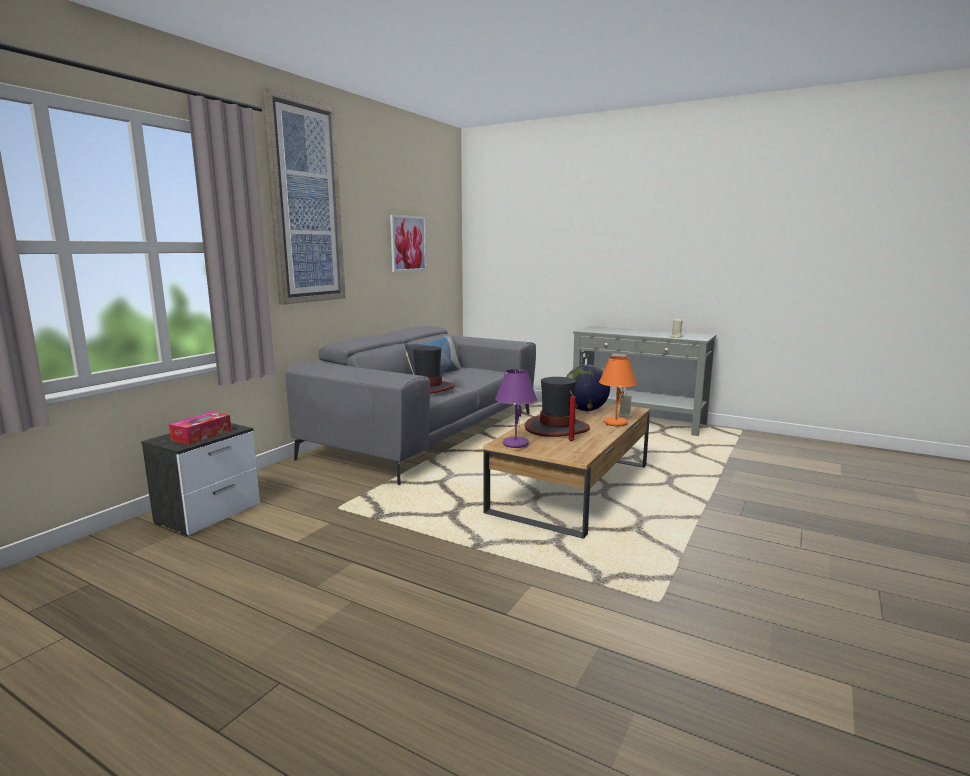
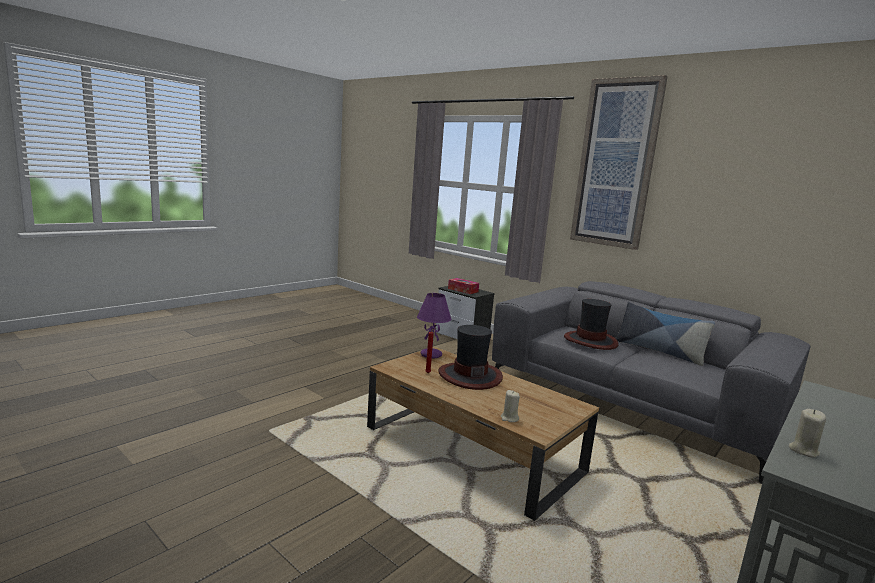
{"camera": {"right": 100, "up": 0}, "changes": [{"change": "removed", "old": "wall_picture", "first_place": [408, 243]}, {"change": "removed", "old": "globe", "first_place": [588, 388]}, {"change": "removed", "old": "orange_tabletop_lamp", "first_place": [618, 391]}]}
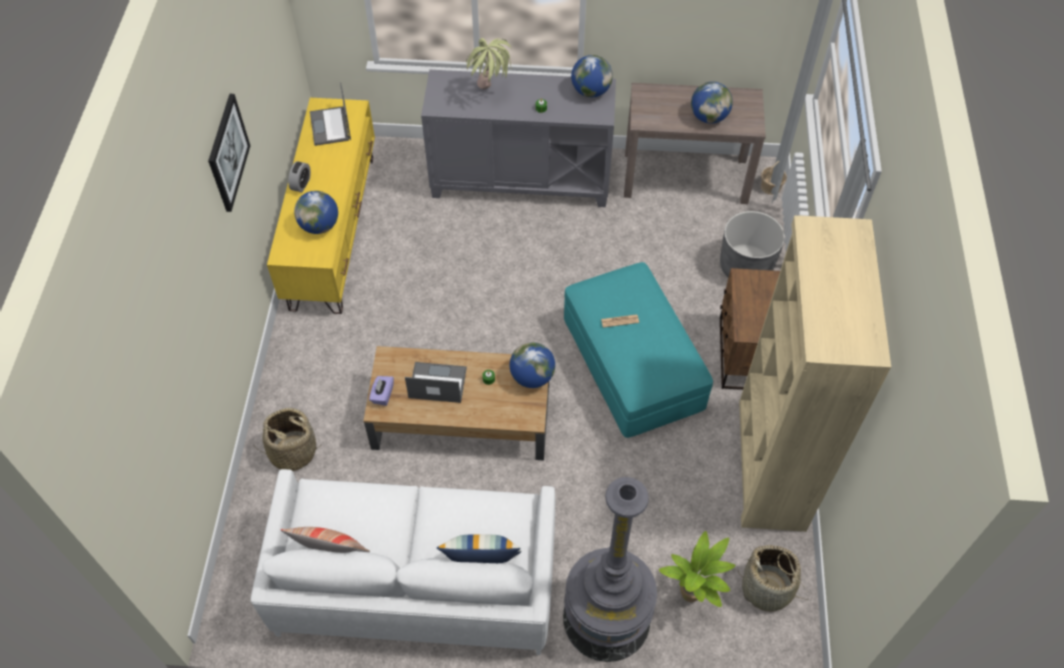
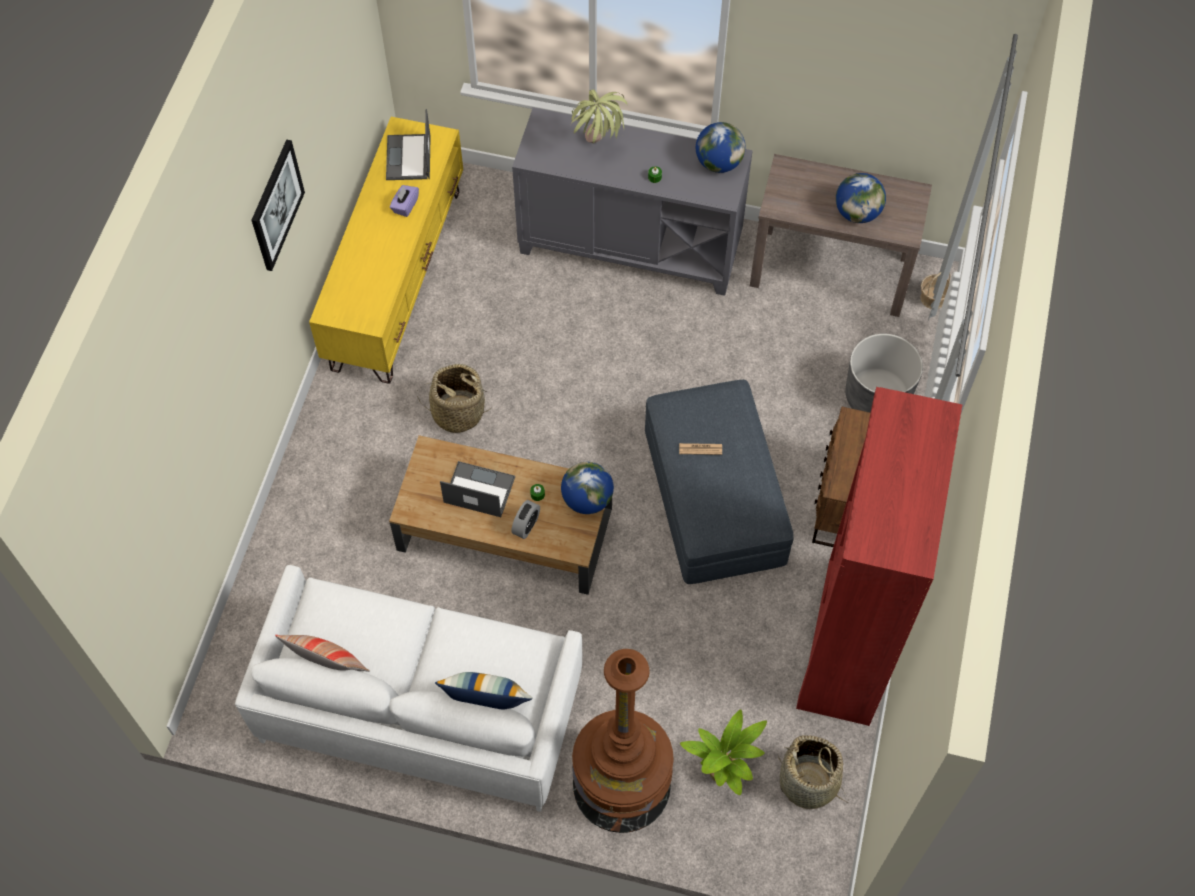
{"camera": {"right": 10, "up": 5}, "changes": [{"change": "moved", "old": "purple-coloured_tissue_holder", "first_place": [381, 391], "second_place": [404, 201]}, {"change": "moved", "old": "storage_basket", "first_place": [287, 439], "second_place": [453, 398]}, {"change": "moved", "old": "alarm_clock", "first_place": [299, 176], "second_place": [525, 519]}, {"change": "recoloured", "old": "gray_floor_lamp", "new": "brownish_floor_lamp", "first_place": [610, 569], "second_place": [623, 741]}, {"change": "recoloured", "old": "turquoise_ottoman", "new": "gray_ottoman", "first_place": [638, 350], "second_place": [719, 482]}, {"change": "recoloured", "old": "beige_shelving_unit", "new": "red-coloured_shelving_unit", "first_place": [815, 373], "second_place": [879, 556]}, {"change": "removed", "old": "globe", "first_place": [316, 212]}]}
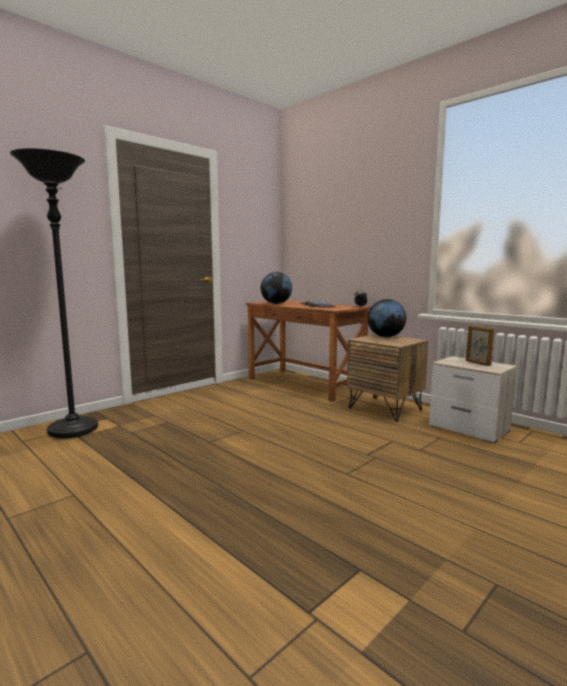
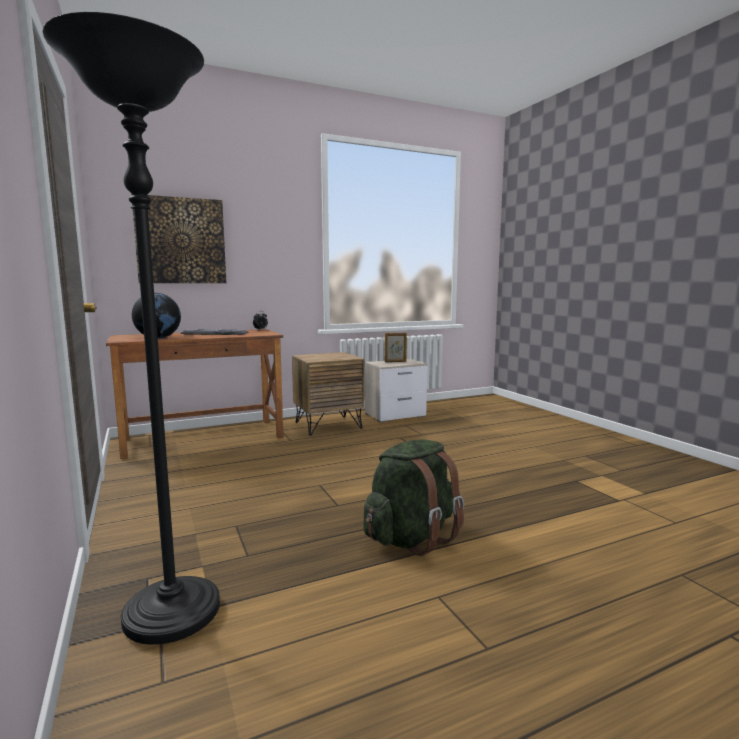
{"camera": {"right": -70, "up": 0}, "changes": [{"change": "added", "new": "wall_picture", "second_place": [178, 238]}, {"change": "added", "new": "greenish_rucksack", "second_place": [413, 498]}, {"change": "removed", "old": "globe", "first_place": [386, 318]}]}
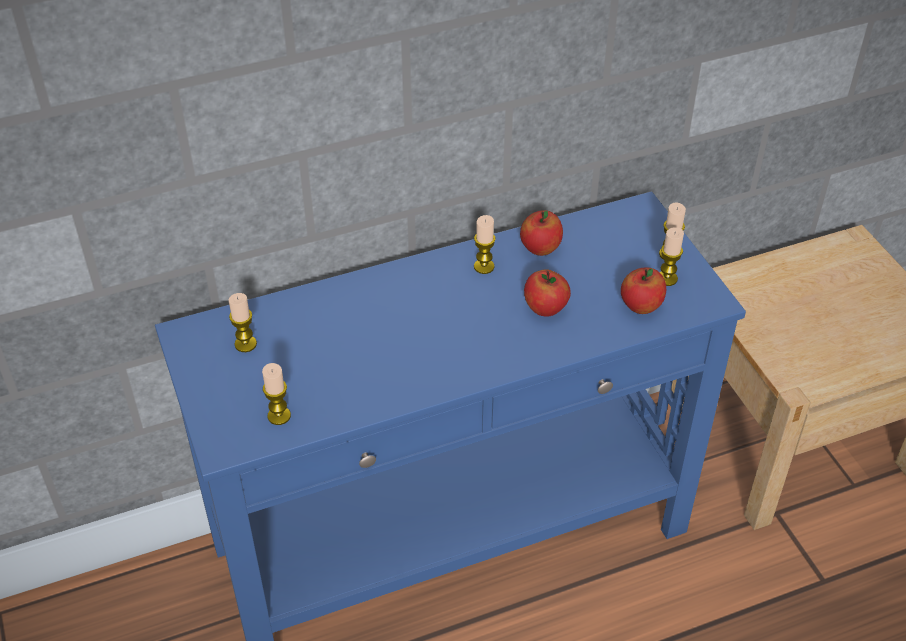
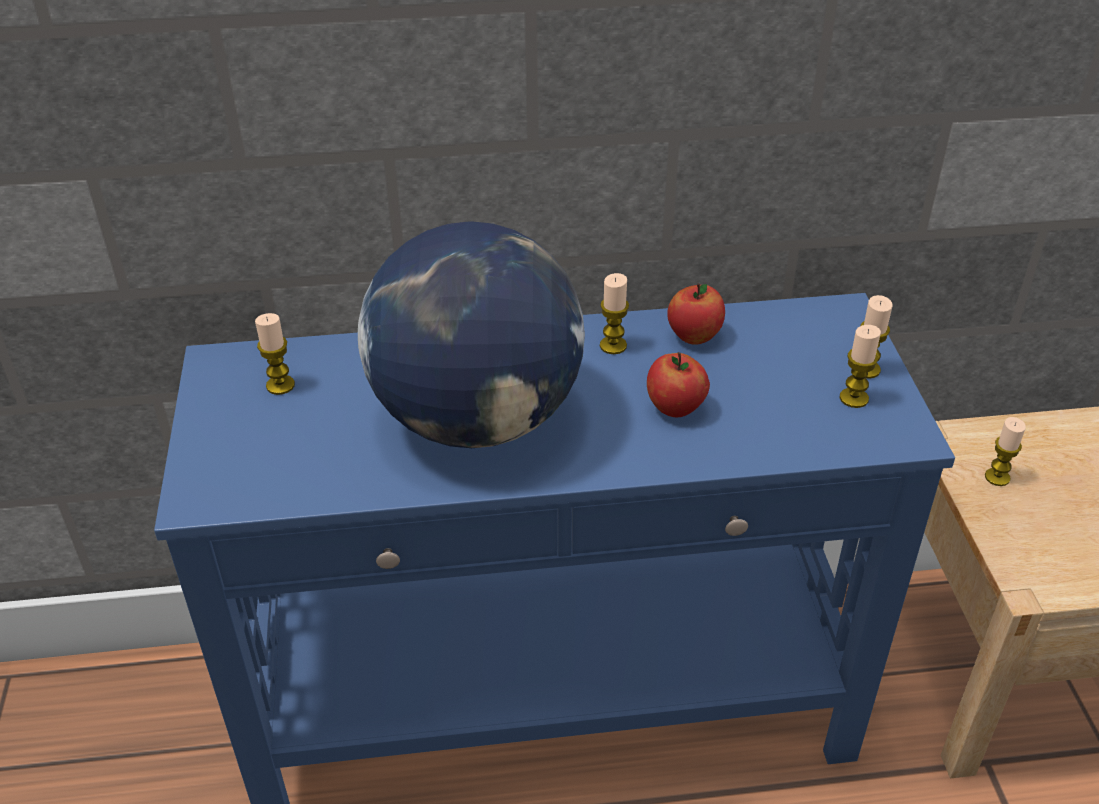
{"camera": {"right": 15, "up": -5}, "changes": [{"change": "added", "new": "globe", "second_place": [471, 334]}, {"change": "moved", "old": "candle", "first_place": [276, 394], "second_place": [1005, 451]}, {"change": "removed", "old": "apple", "first_place": [643, 290]}]}
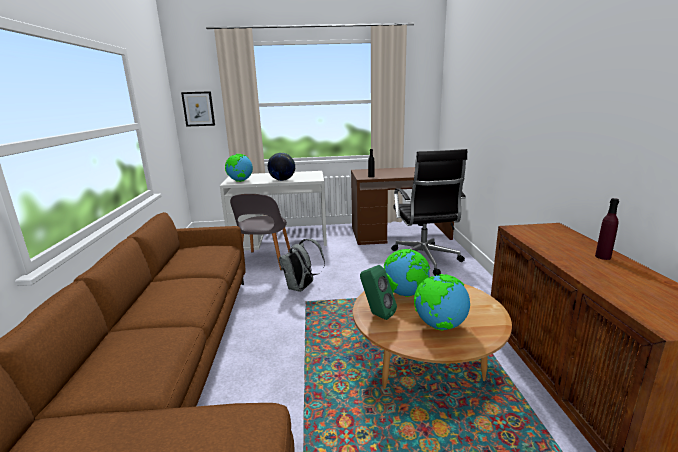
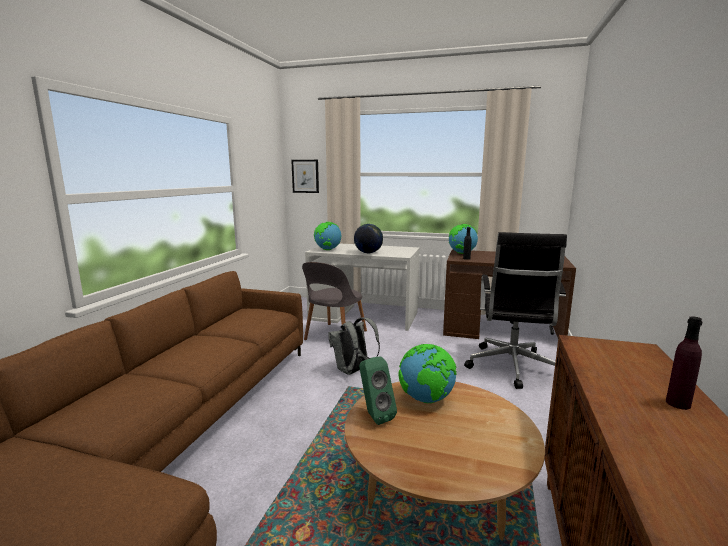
{"camera": {"right": 20, "up": -5}, "changes": [{"change": "moved", "old": "globe", "first_place": [442, 302], "second_place": [463, 239]}]}
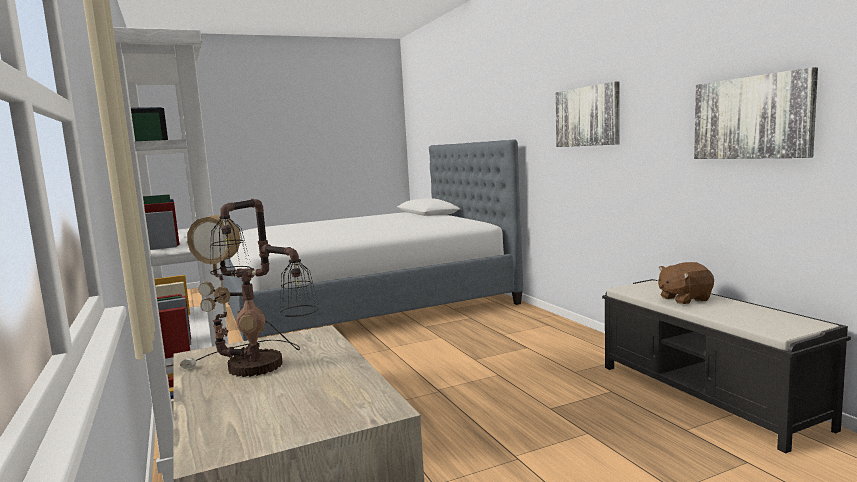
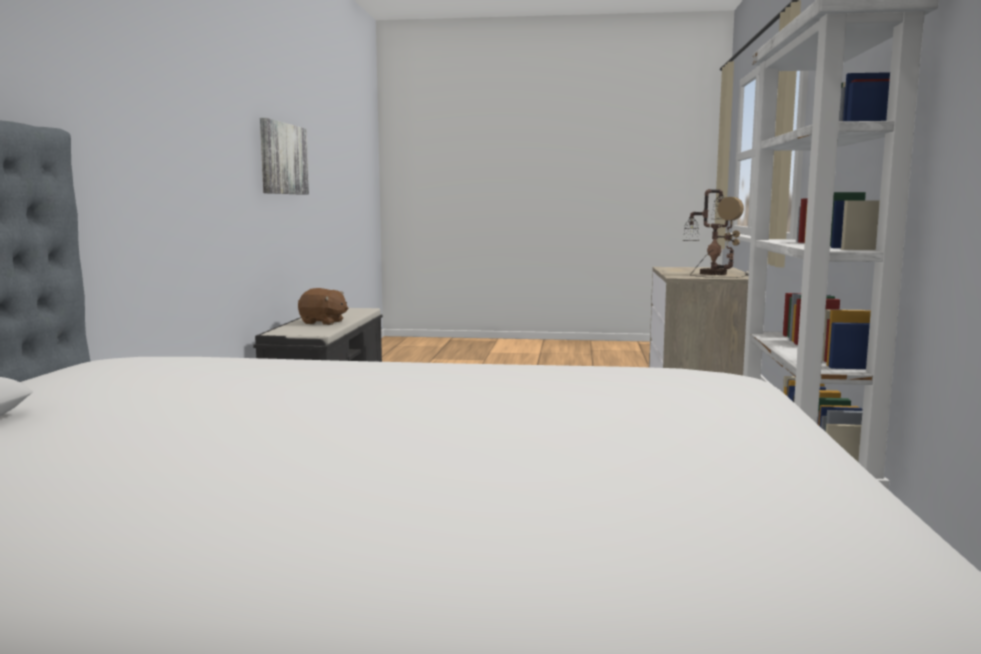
{"camera": {"right": -150, "up": 0}, "changes": [{"change": "removed", "old": "wall_picture", "first_place": [587, 114]}]}
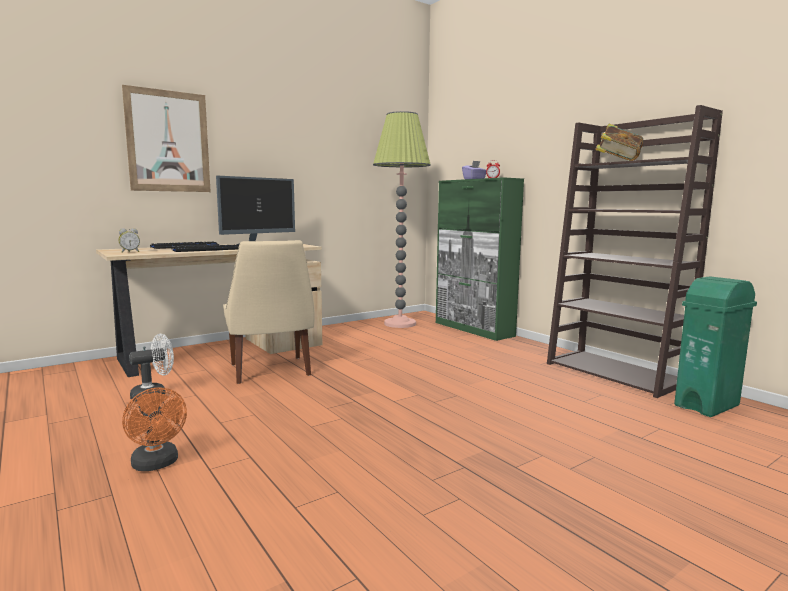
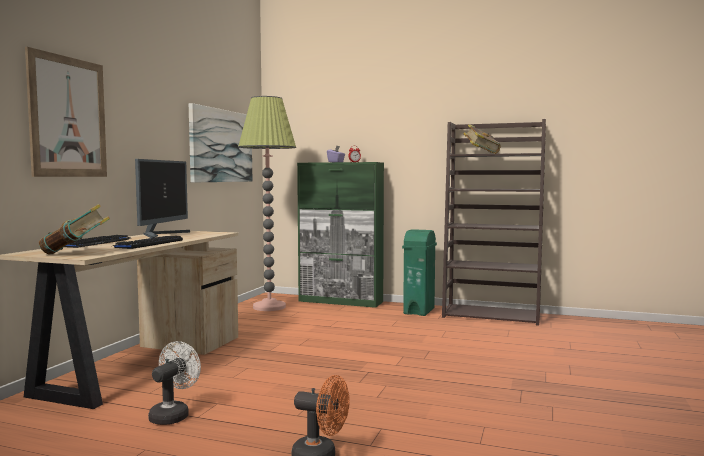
{"camera": {"right": -35, "up": -5}, "changes": [{"change": "replaced", "old": "alarm_clock", "new": "volume", "first_place": [129, 240], "second_place": [74, 229]}, {"change": "added", "new": "wall_picture", "second_place": [220, 143]}, {"change": "moved", "old": "greenish_waste_bin", "first_place": [715, 347], "second_place": [419, 272]}, {"change": "removed", "old": "beige_upright_chair", "first_place": [269, 312]}]}
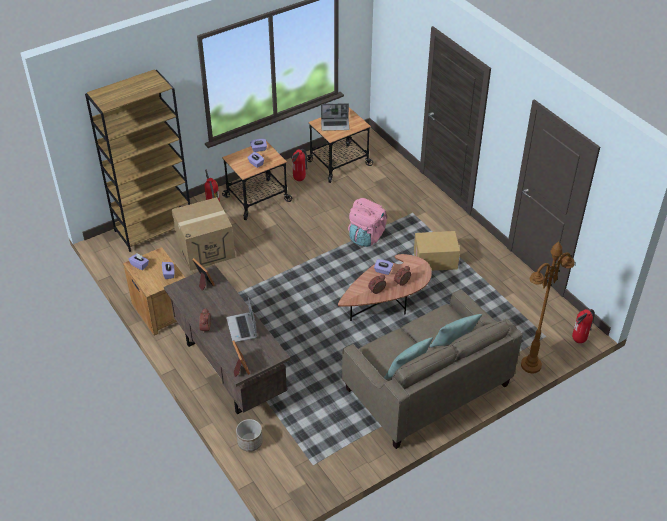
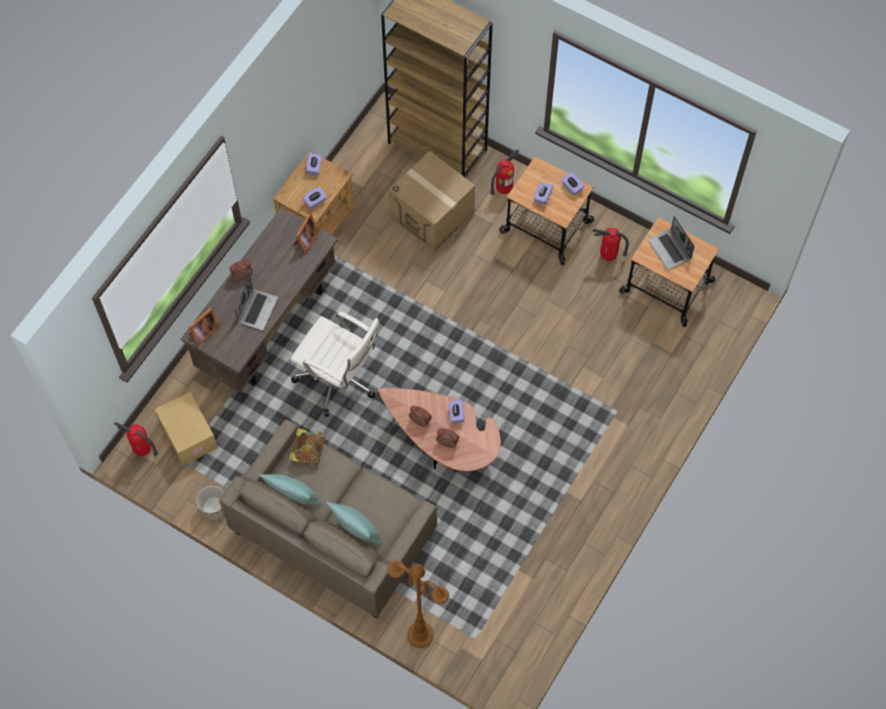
{"camera": {"right": 65, "up": 20}, "changes": [{"change": "moved", "old": "extinguisher", "first_place": [583, 326], "second_place": [136, 439]}, {"change": "moved", "old": "carton", "first_place": [437, 251], "second_place": [186, 429]}, {"change": "moved", "old": "plant_pot", "first_place": [249, 435], "second_place": [210, 503]}, {"change": "turned", "old": "portable_computer", "first_place": [241, 319], "second_place": [256, 304], "degrees": 150}, {"change": "added", "new": "volume", "second_place": [307, 447]}, {"change": "added", "new": "whitish_computer_chair", "second_place": [335, 364]}, {"change": "removed", "old": "pink_rucksack", "first_place": [367, 222]}]}
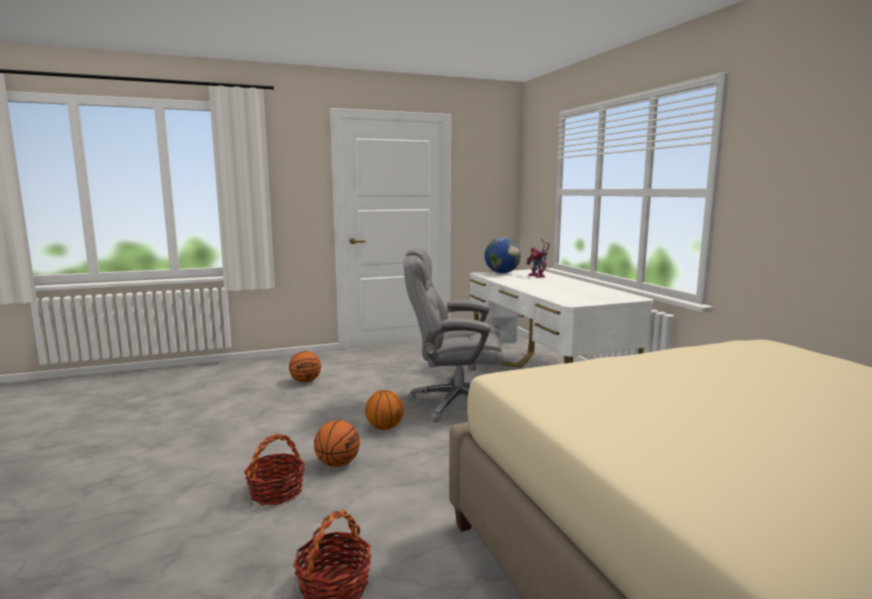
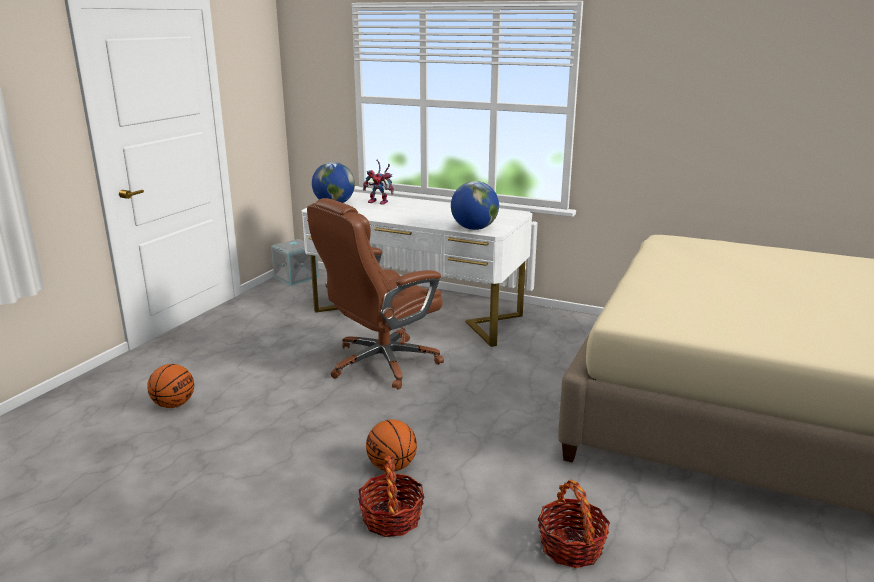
{"camera": {"right": -45, "up": 10}, "changes": [{"change": "recoloured", "old": "gray_computer_chair", "new": "brownish_computer_chair", "first_place": [453, 335], "second_place": [375, 294]}, {"change": "added", "new": "globe", "second_place": [475, 205]}, {"change": "removed", "old": "basketball_ball", "first_place": [384, 410]}]}
